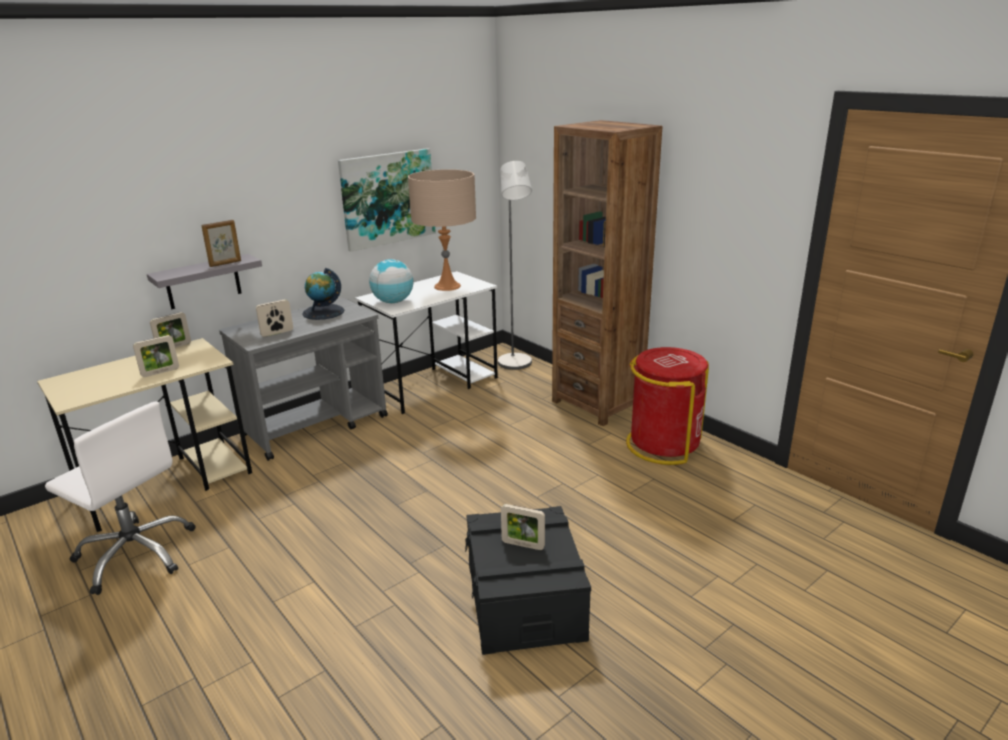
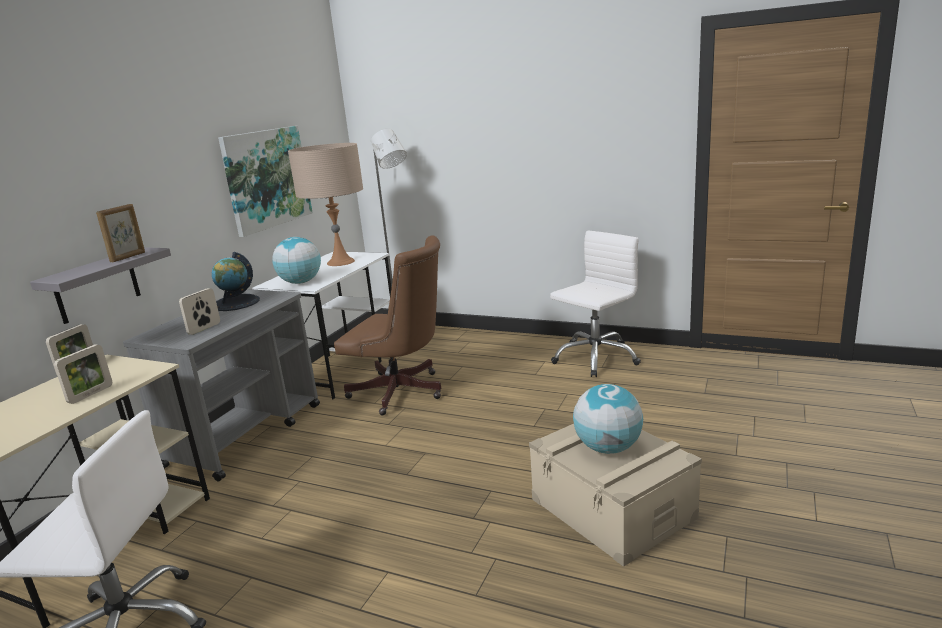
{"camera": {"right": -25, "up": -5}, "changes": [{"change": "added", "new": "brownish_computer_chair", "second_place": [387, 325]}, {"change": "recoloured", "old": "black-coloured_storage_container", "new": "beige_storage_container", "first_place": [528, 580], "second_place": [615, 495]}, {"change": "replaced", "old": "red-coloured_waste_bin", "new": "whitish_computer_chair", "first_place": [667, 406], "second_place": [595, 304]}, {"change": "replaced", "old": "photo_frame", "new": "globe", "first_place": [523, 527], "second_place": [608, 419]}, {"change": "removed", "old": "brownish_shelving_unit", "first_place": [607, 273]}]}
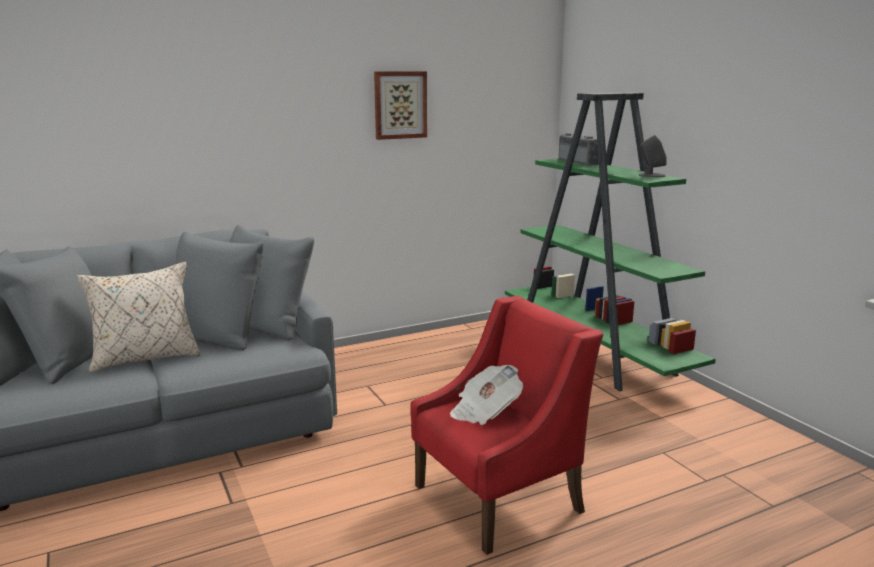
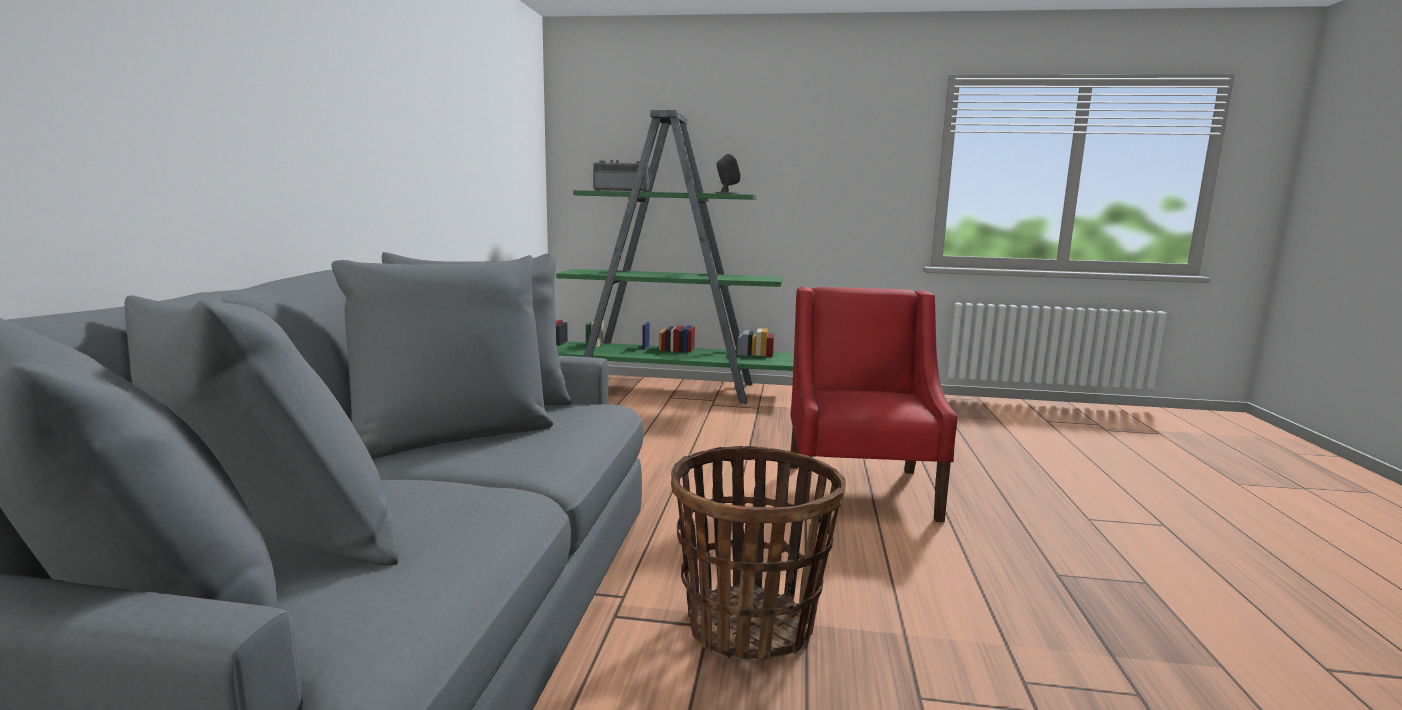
{"camera": {"right": -55, "up": -5}, "changes": [{"change": "added", "new": "storage_basket", "second_place": [758, 553]}, {"change": "removed", "old": "beige_cushion", "first_place": [139, 317]}, {"change": "removed", "old": "wall_picture", "first_place": [400, 105]}, {"change": "removed", "old": "daily_paper", "first_place": [486, 395]}]}
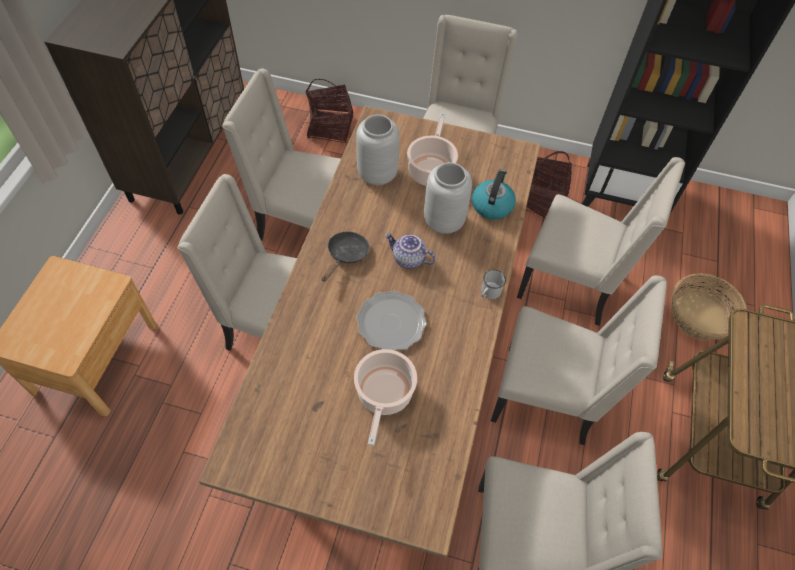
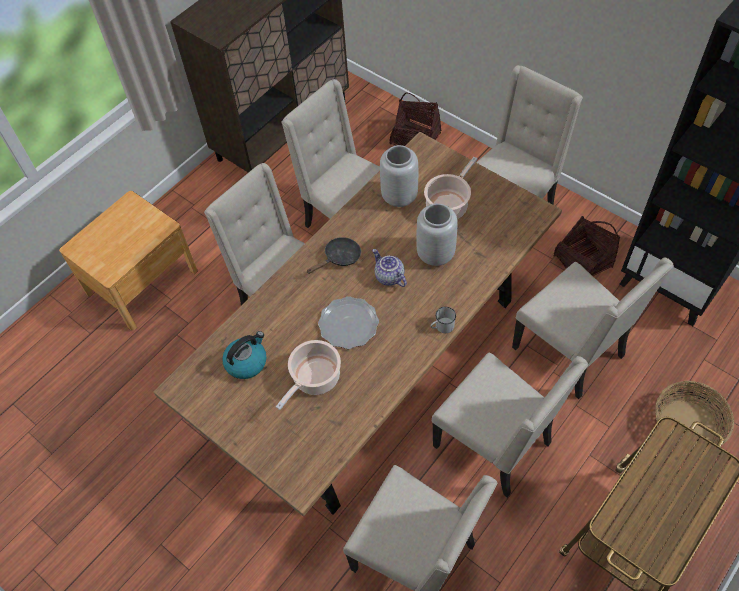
{"camera": {"right": 30, "up": 0}, "changes": [{"change": "moved", "old": "water_kettle", "first_place": [494, 194], "second_place": [244, 355]}]}
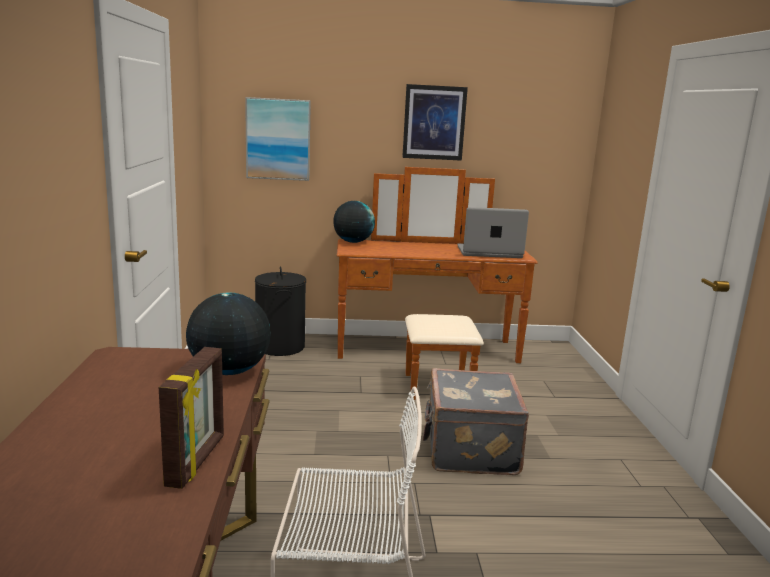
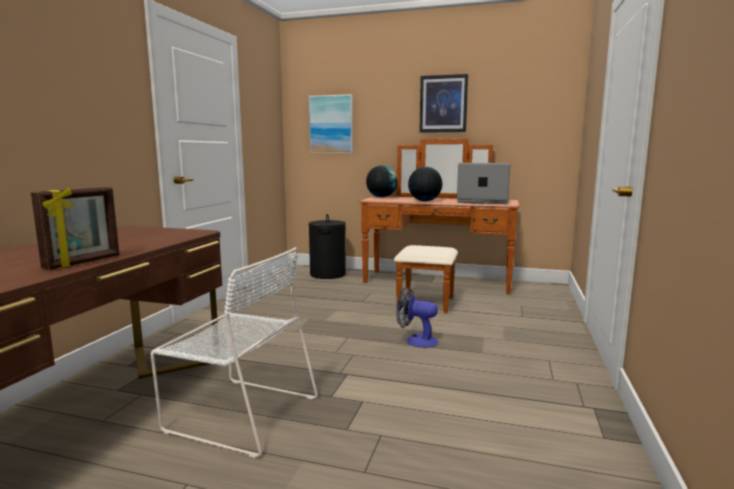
{"camera": {"right": 20, "up": -5}, "changes": [{"change": "replaced", "old": "gray_piece_of_luggage", "new": "electric_fan", "first_place": [476, 421], "second_place": [417, 317]}, {"change": "moved", "old": "globe", "first_place": [228, 334], "second_place": [425, 184]}]}
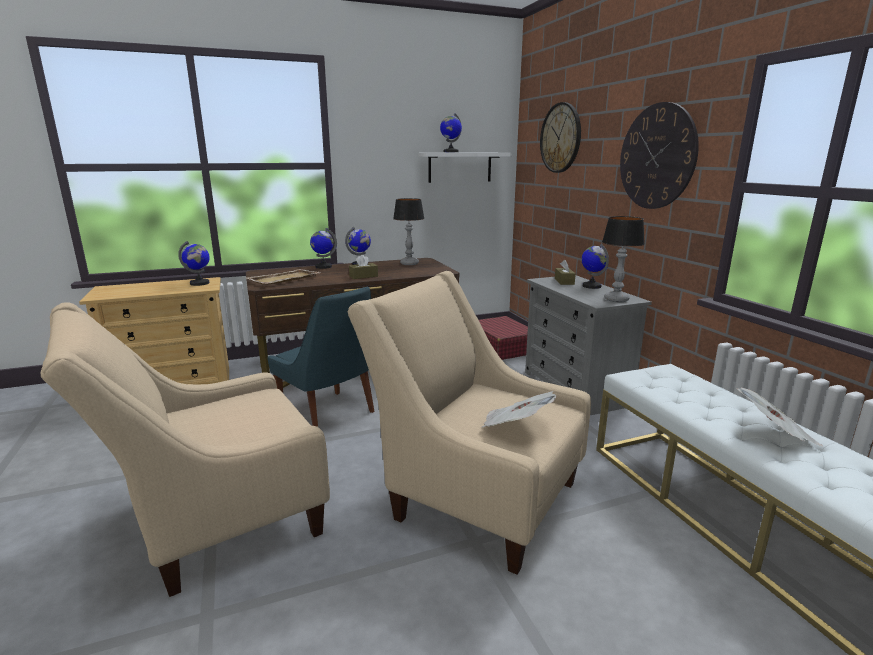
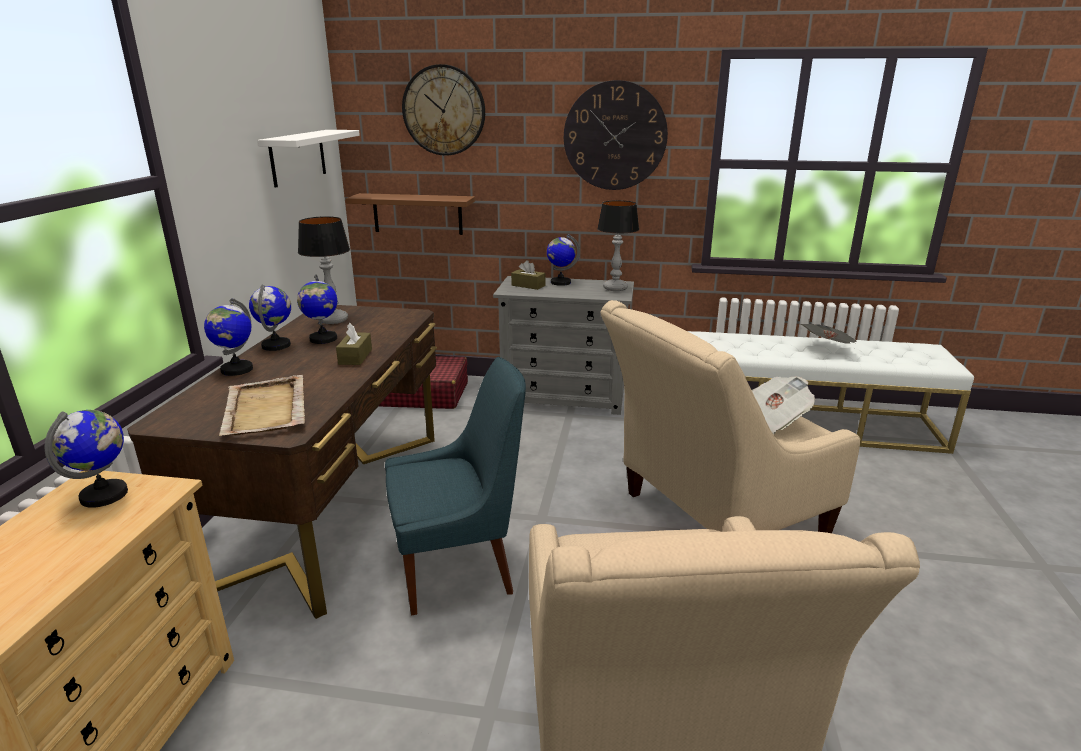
{"camera": {"right": -60, "up": 5}, "changes": [{"change": "moved", "old": "globe", "first_place": [451, 132], "second_place": [317, 309]}, {"change": "added", "new": "brownish_bracket_shelf", "second_place": [410, 214]}]}
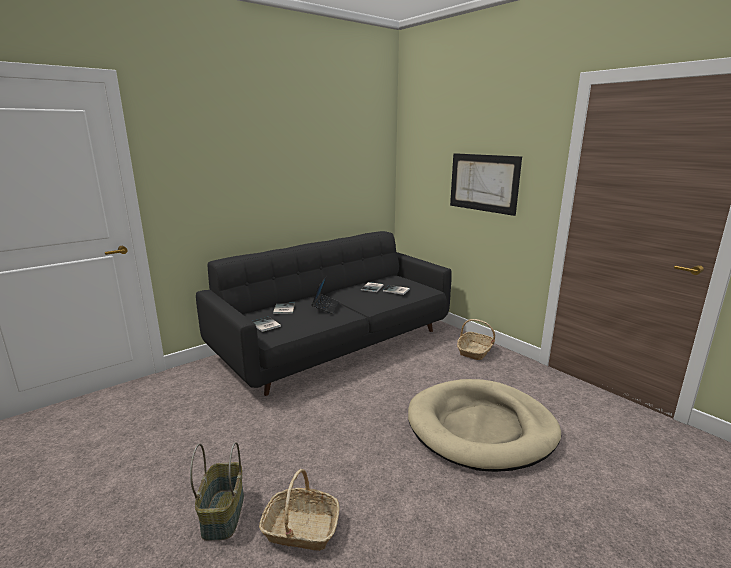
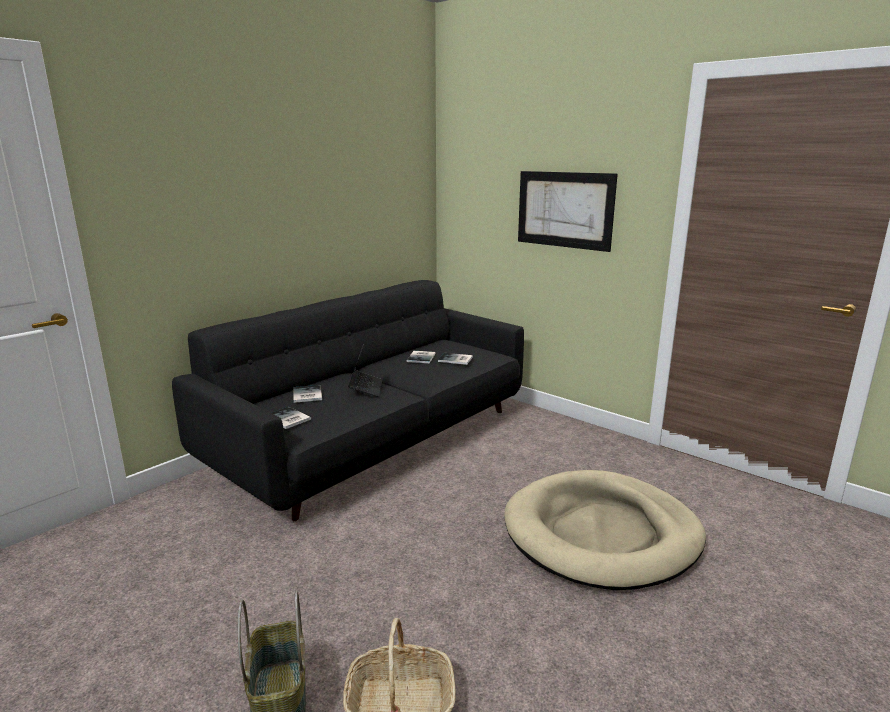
{"camera": {"right": -10, "up": 0}, "changes": [{"change": "removed", "old": "storage_basket", "first_place": [476, 339]}]}
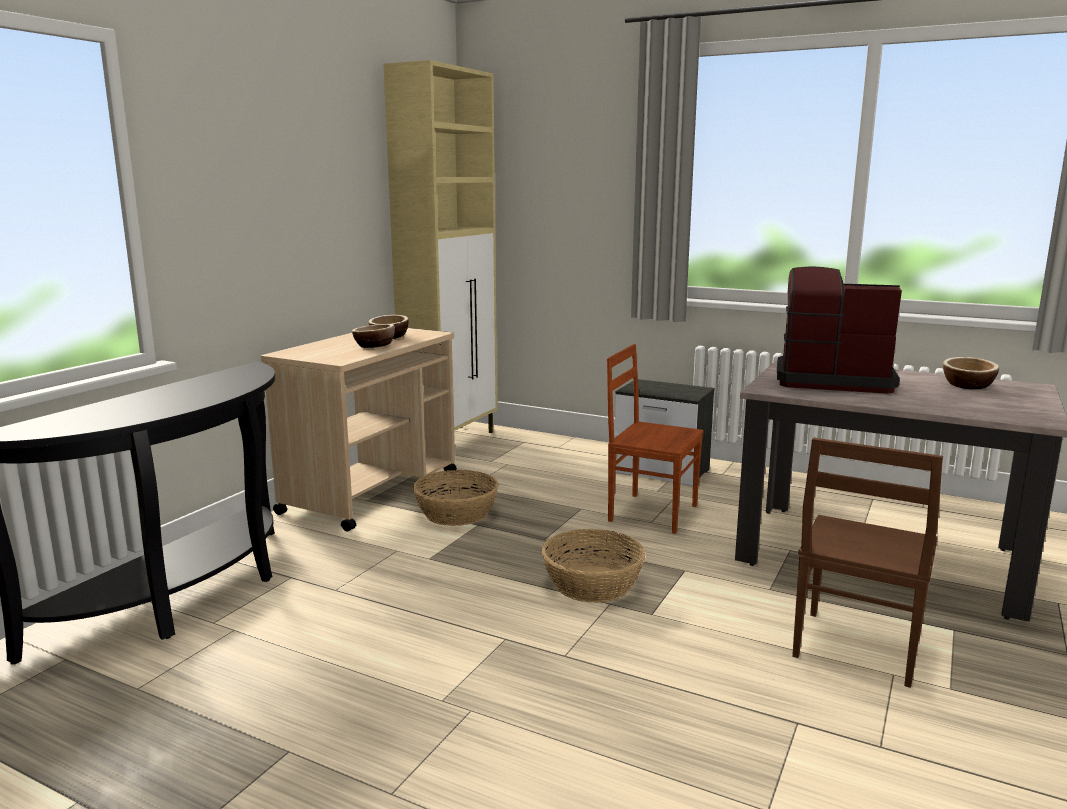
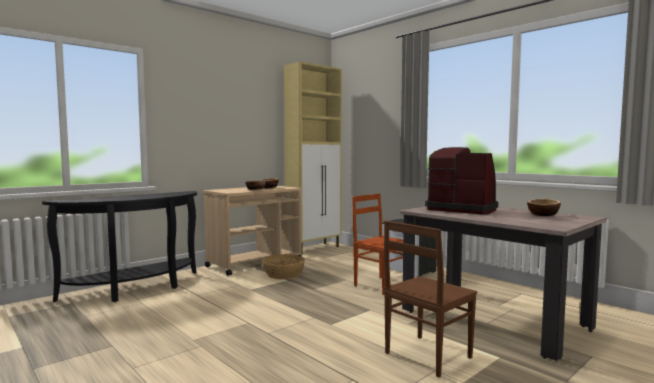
{"camera": {"right": 20, "up": -10}, "changes": [{"change": "removed", "old": "storage_basket", "first_place": [593, 566]}]}
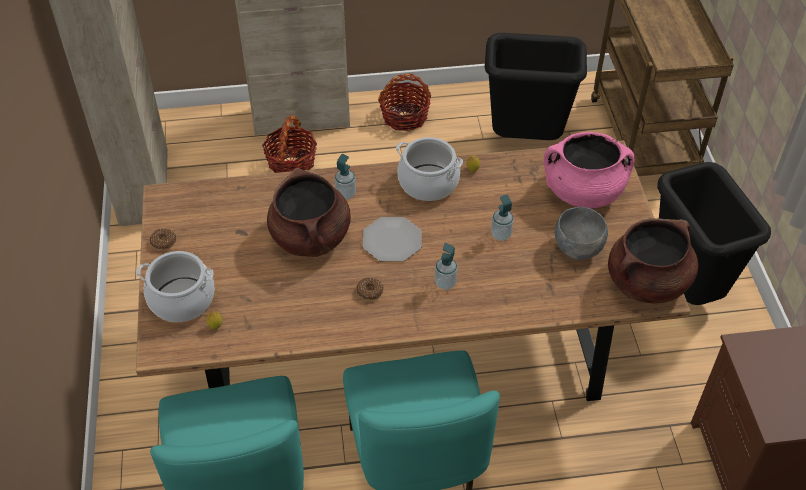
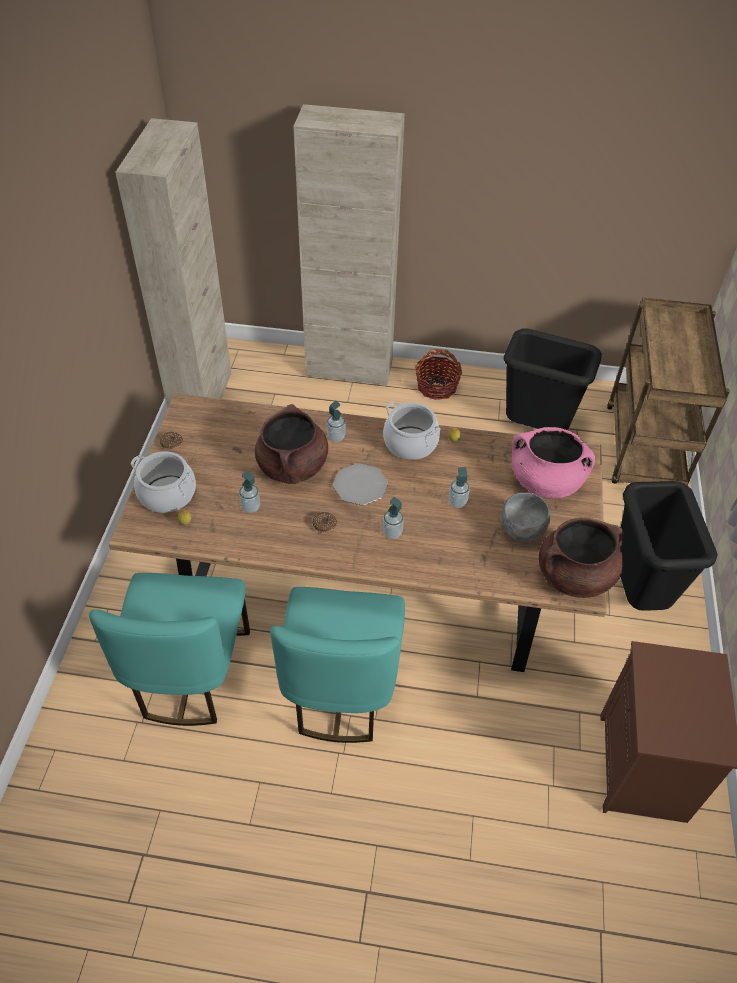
{"camera": {"right": 15, "up": 0}, "changes": [{"change": "added", "new": "soap_bottle", "second_place": [249, 492]}, {"change": "removed", "old": "storage_basket", "first_place": [289, 144]}]}
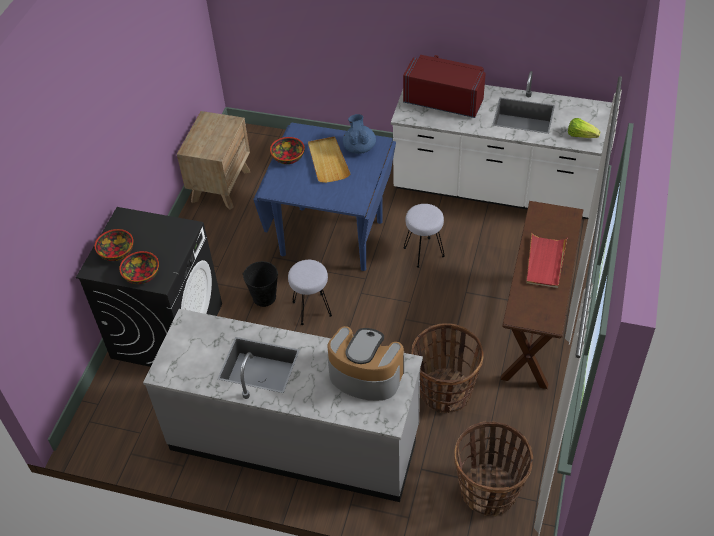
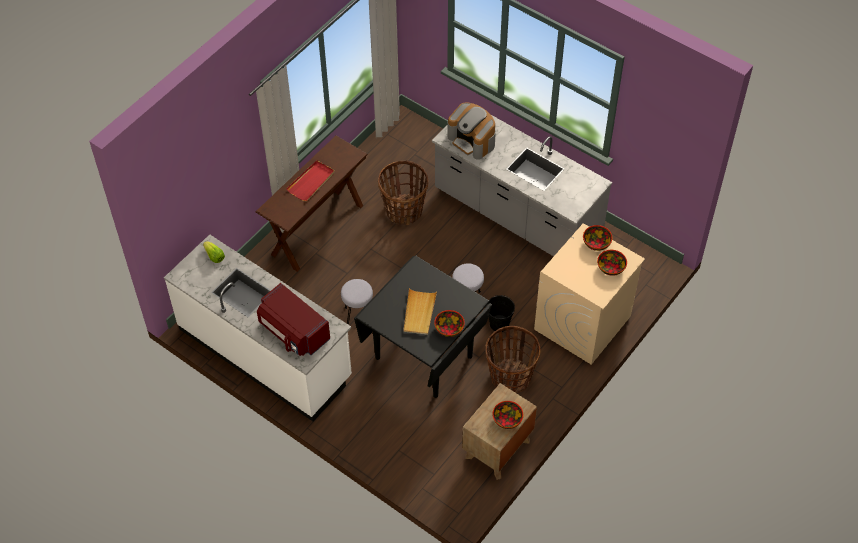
{"camera": {"right": -160, "up": 5}, "changes": [{"change": "recoloured", "old": "blue_dinner_table", "new": "black-coloured_dinner_table", "first_place": [324, 196], "second_place": [423, 326]}, {"change": "moved", "old": "storage_basket", "first_place": [493, 469], "second_place": [512, 359]}, {"change": "added", "new": "serving_bowl", "second_place": [507, 415]}, {"change": "recoloured", "old": "black-coloured_laundry_appliance", "new": "beige_laundry_appliance", "first_place": [149, 287], "second_place": [589, 294]}, {"change": "removed", "old": "blue_teapot", "first_place": [359, 134]}]}
